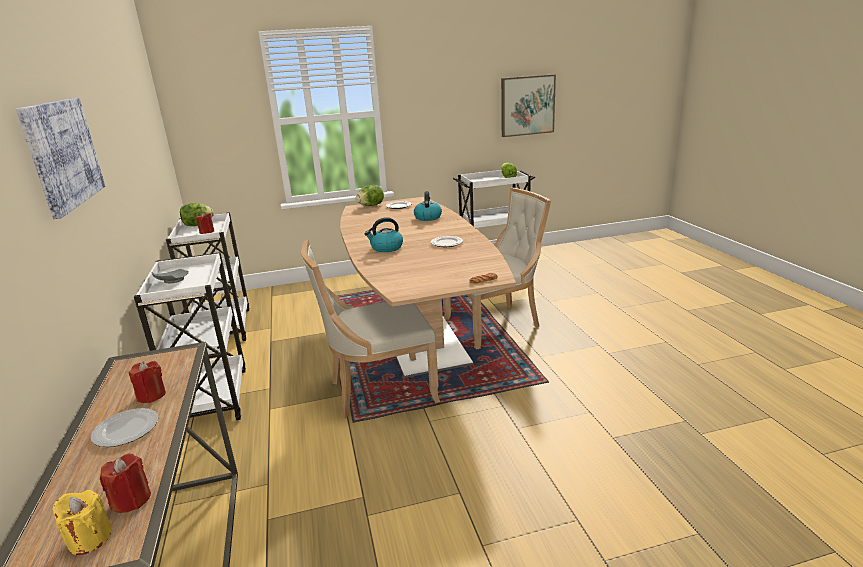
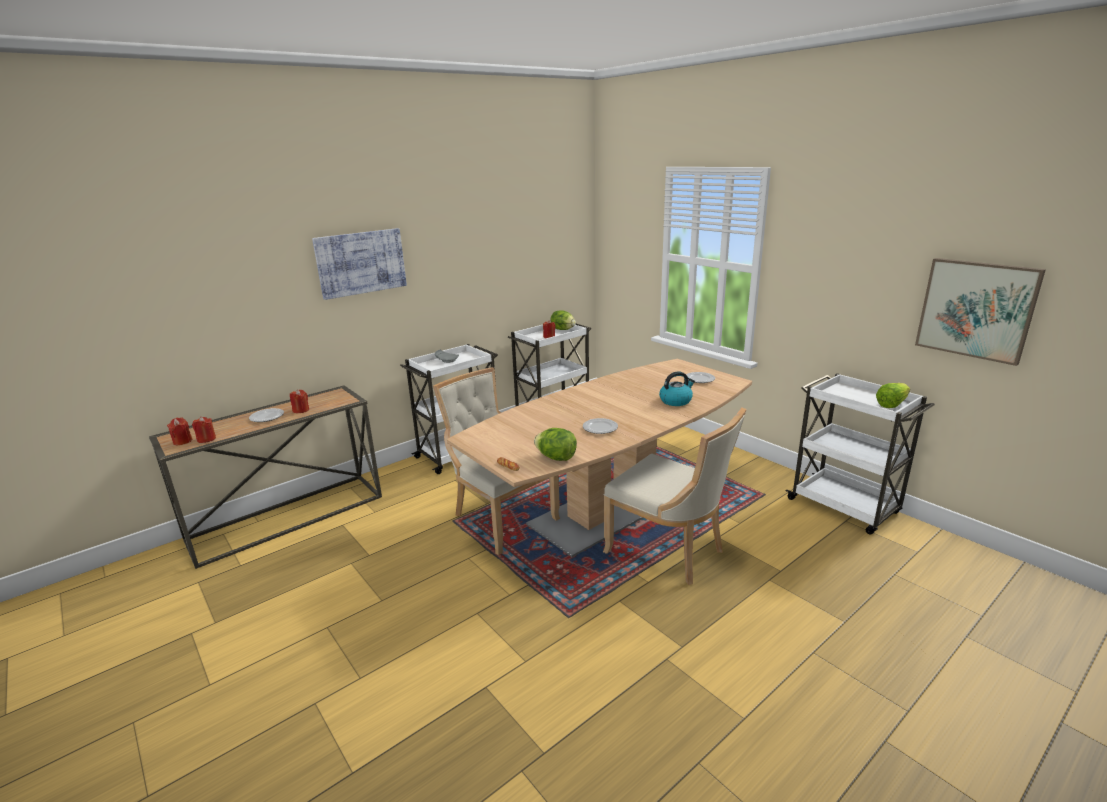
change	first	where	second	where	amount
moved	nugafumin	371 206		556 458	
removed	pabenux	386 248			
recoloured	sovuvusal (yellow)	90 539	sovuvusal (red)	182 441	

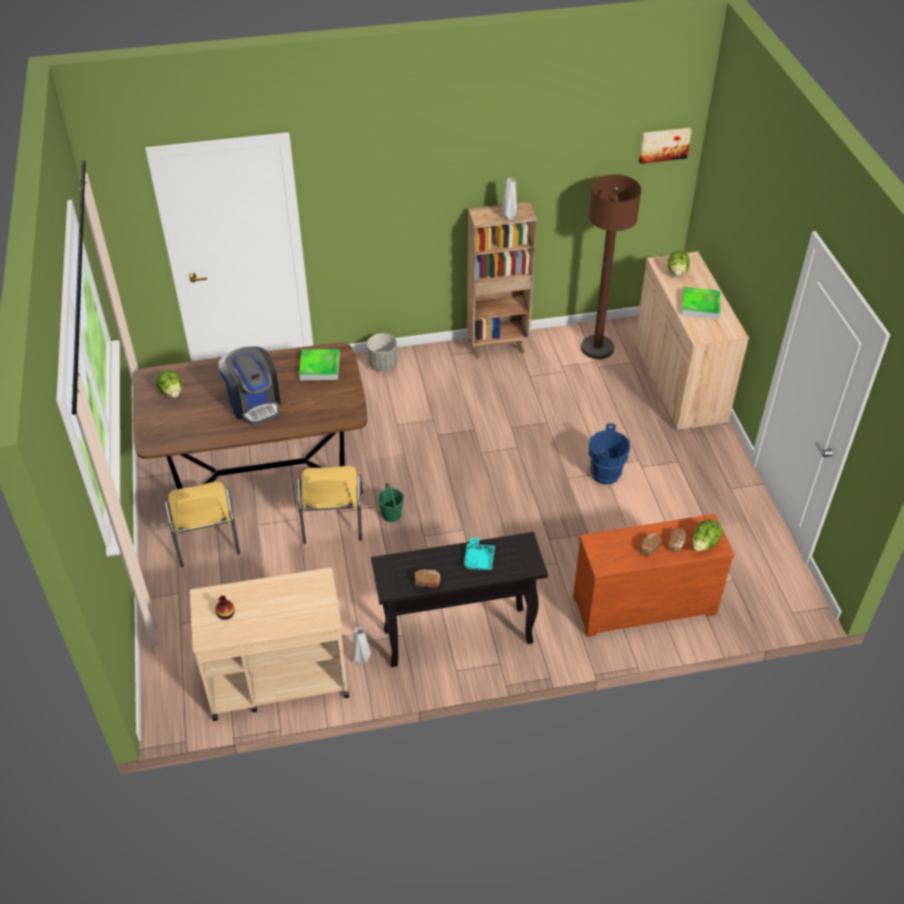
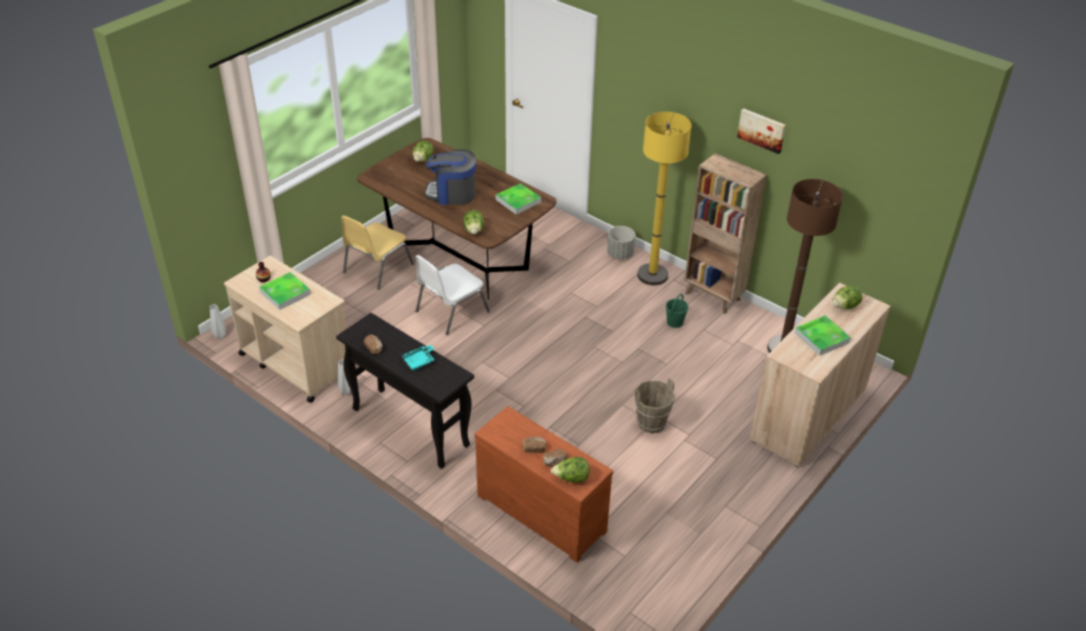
change	first	where	second	where	amount
moved	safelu	664 144		762 130	
moved	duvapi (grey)	508 217		220 335	
turned	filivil	254 403		452 194	75 degrees clockwise
recoloured	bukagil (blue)	605 474	bukagil (brown)	651 423	
recoloured	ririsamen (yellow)	332 519	ririsamen (white)	451 311	
moved	bukagil (green)	391 514		675 322	
added			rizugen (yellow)	652 275	
added			nugafumin	474 230	
added			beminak	285 293	

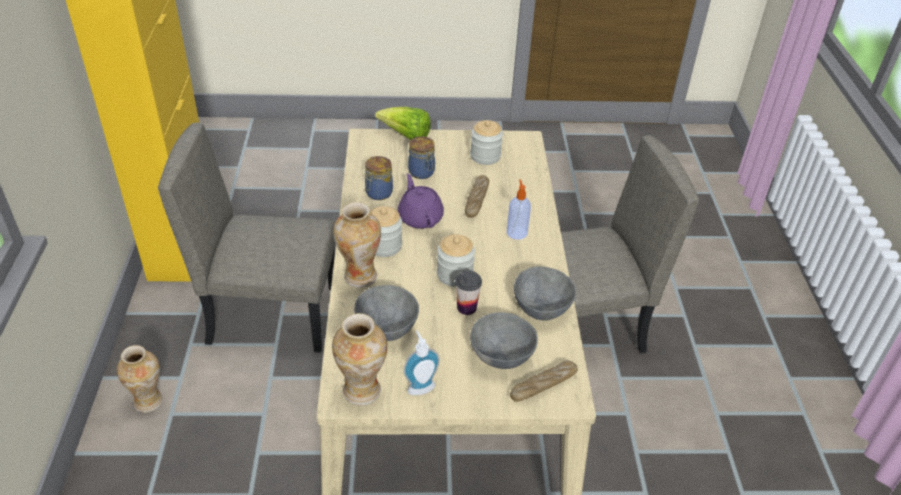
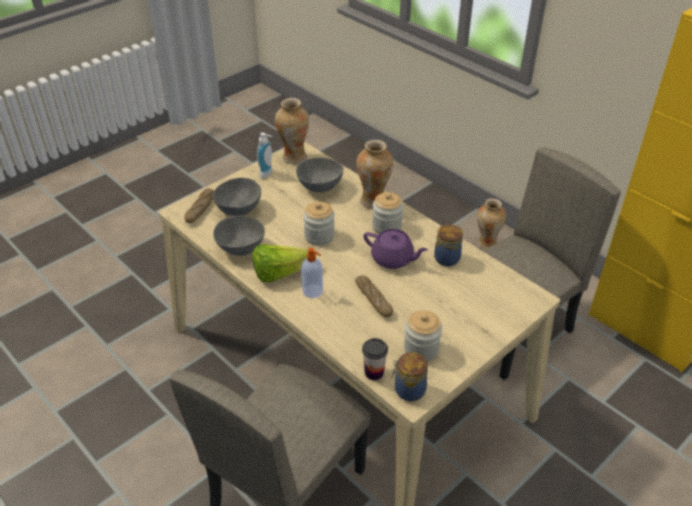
change	first	where	second	where	amount
moved	nugafumin	406 136		279 273	
moved	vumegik	422 173		408 390	
moved	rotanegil	466 307		374 372	

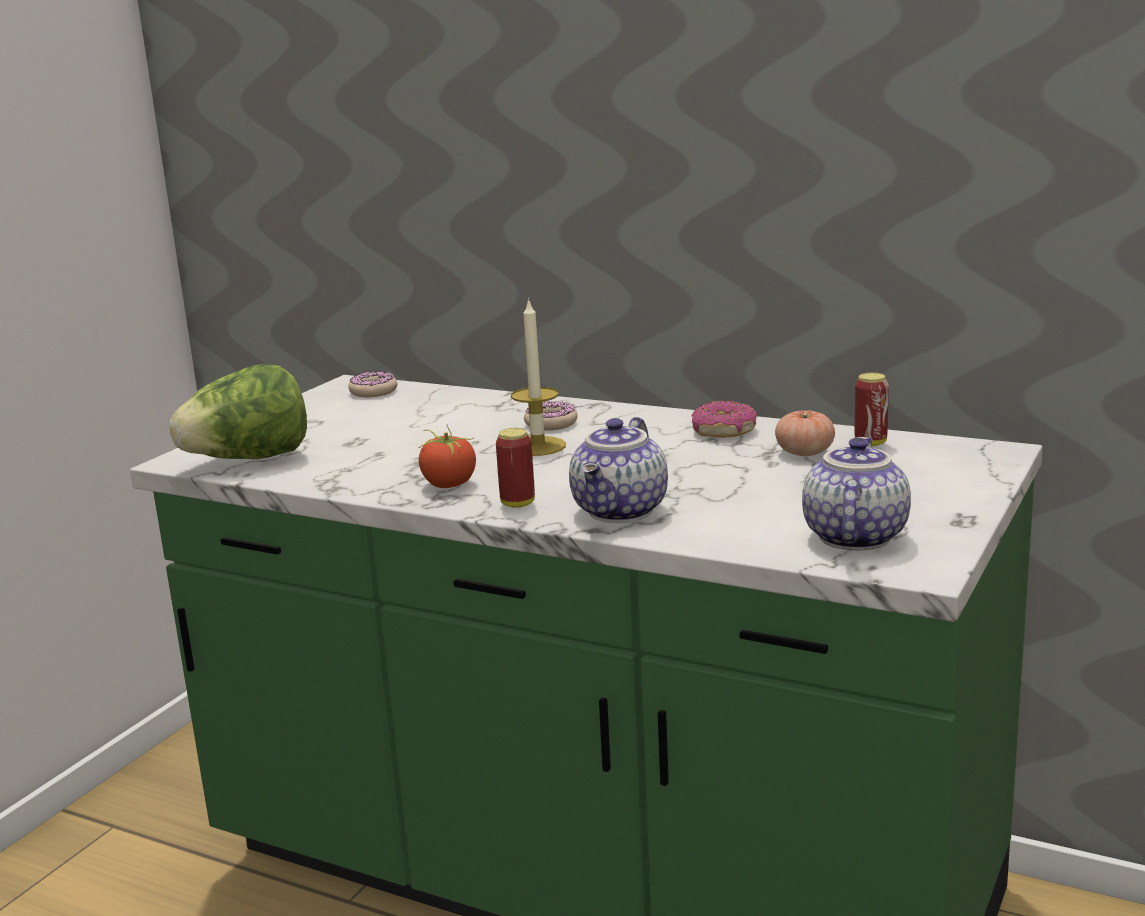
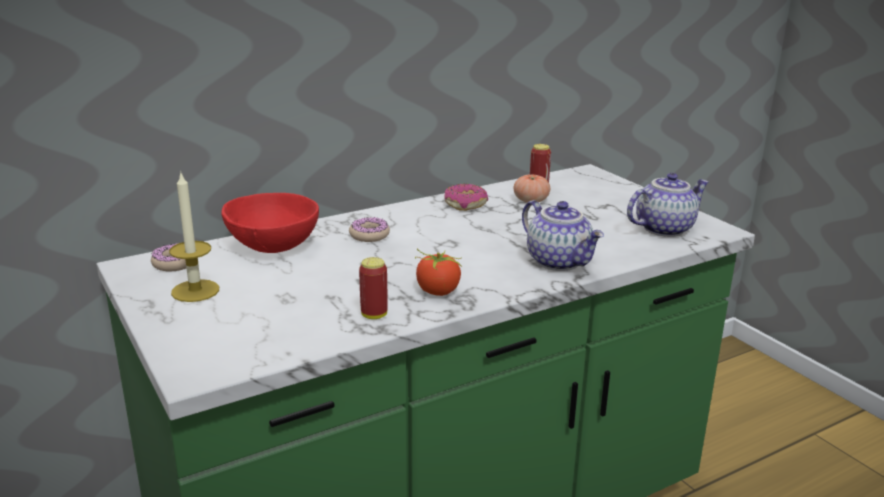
change	first	where	second	where	amount
moved	sovuvusal	538 446		195 291	
removed	nugafumin	249 459			
moved	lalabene	518 503		374 315	
turned	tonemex	852 536		663 228	105 degrees clockwise
added			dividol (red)	274 247	

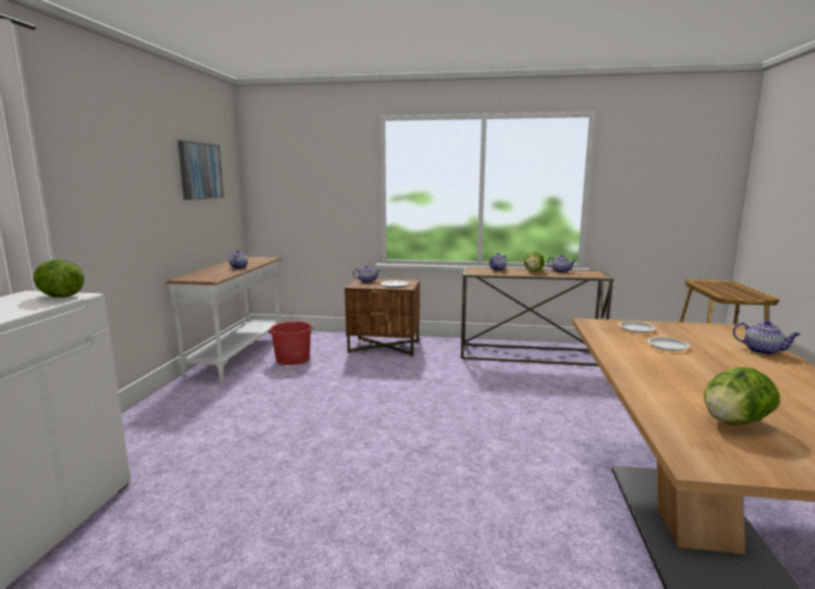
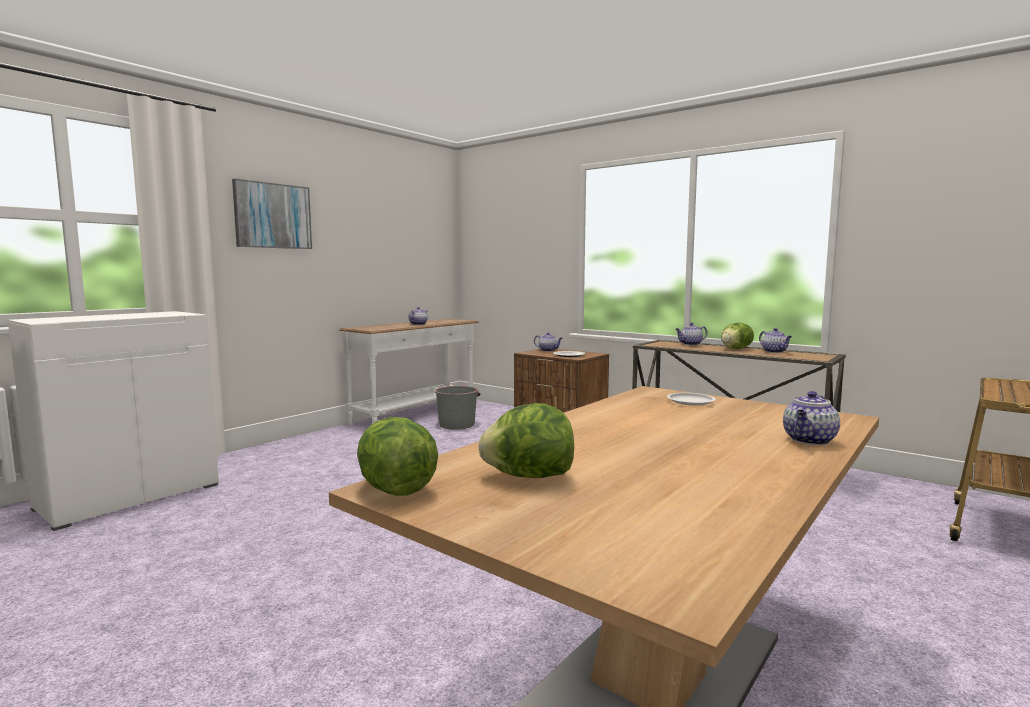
change	first	where	second	where	amount
moved	safelu	200 171		273 216	
moved	nugafumin	60 296		396 489	
turned	tonemex	763 351		809 440	60 degrees clockwise
recoloured	bukagil (red)	292 359	bukagil (grey)	457 425	
removed	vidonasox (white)	668 346			

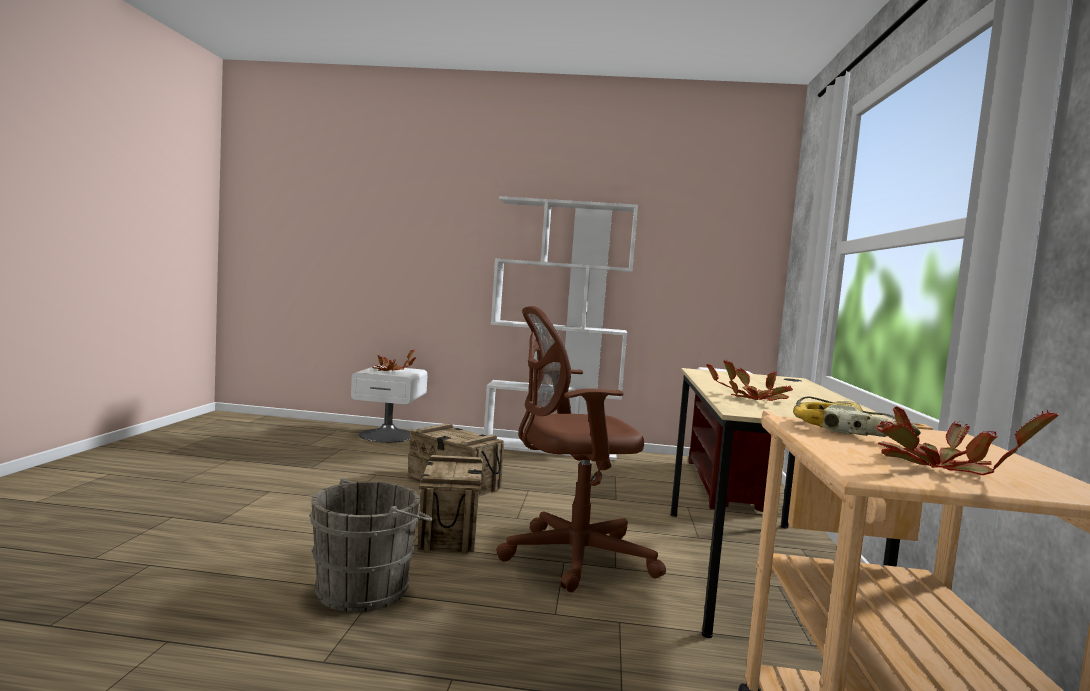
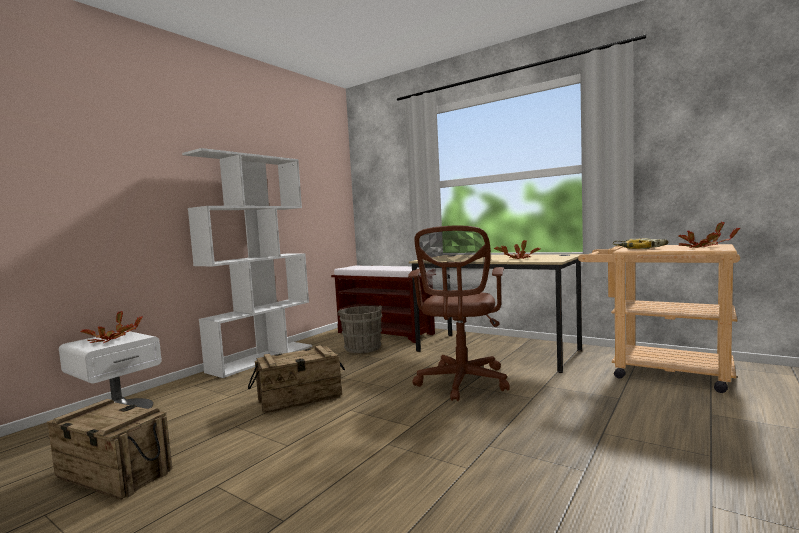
change	first	where	second	where	amount
moved	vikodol	449 529		112 474	
moved	bukagil (grey)	368 589		362 347	

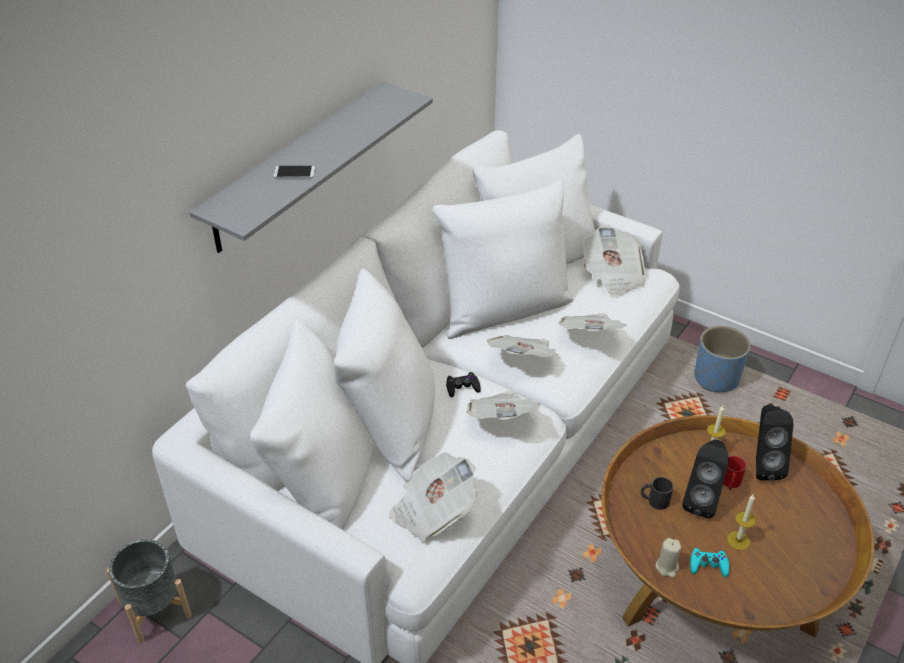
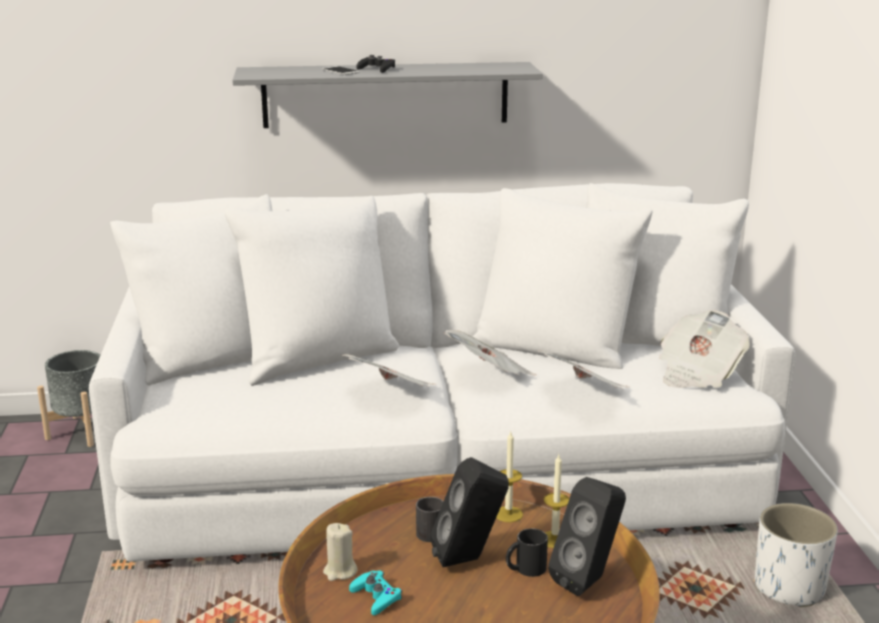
change	first	where	second	where	amount
recoloured	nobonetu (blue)	716 378	nobonetu (white)	788 588	
moved	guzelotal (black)	462 387		377 69	
removed	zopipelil	432 510			
recoloured	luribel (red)	730 483	luribel (black)	525 569	
moved	sovuvusal	738 540		508 514	

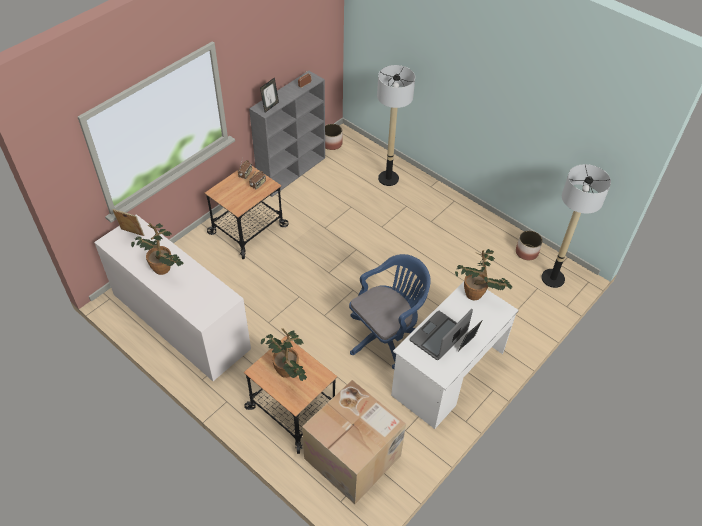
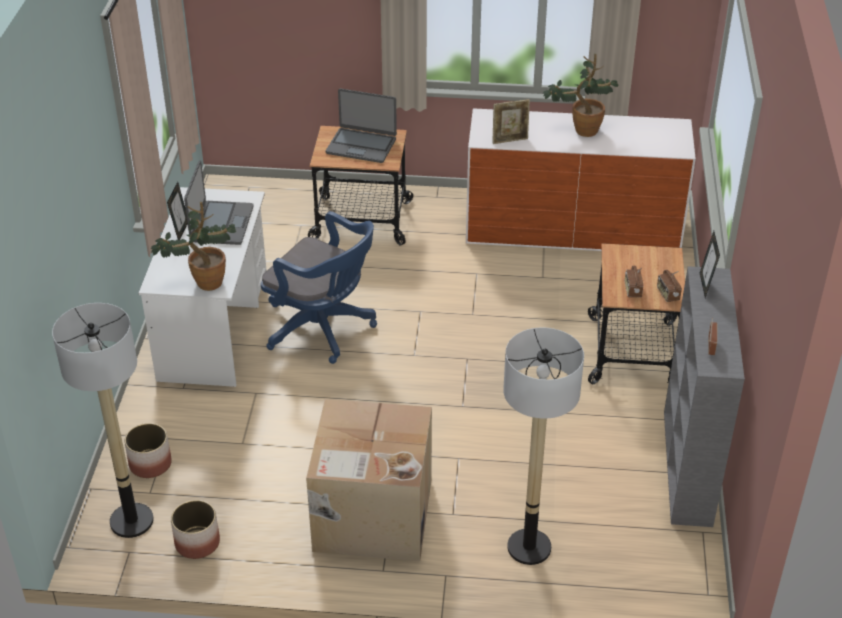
change	first	where	second	where	amount
moved	nobonetu	332 144		150 463	
moved	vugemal	132 233		510 140	
turned	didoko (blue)	386 335		323 329	75 degrees counterclockwise
replaced	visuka	287 374	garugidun	361 146	
moved	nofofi	354 457		371 516	

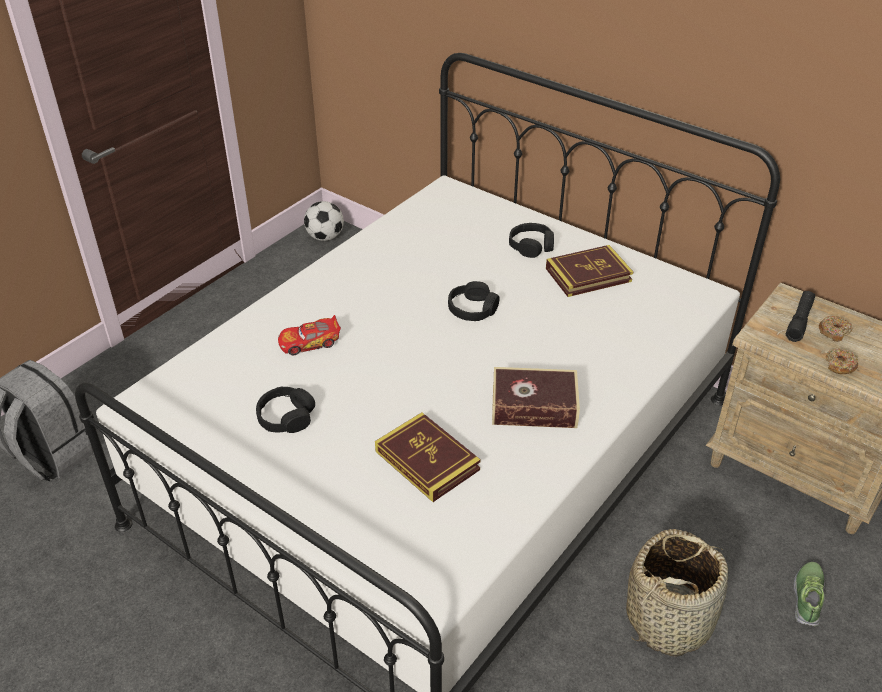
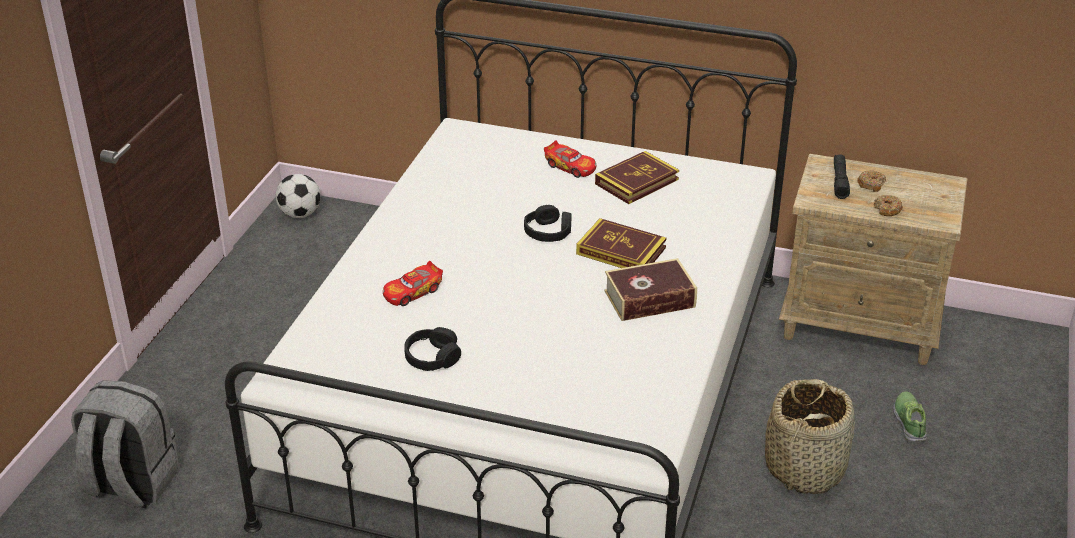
change	first	where	second	where	amount
replaced	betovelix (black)	531 246	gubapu	570 167	
moved	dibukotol	427 460		621 251	

